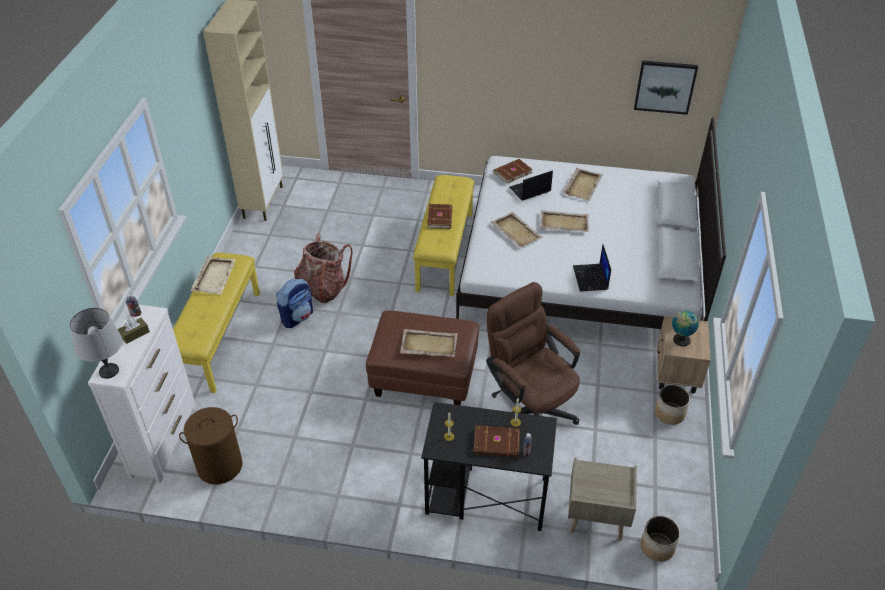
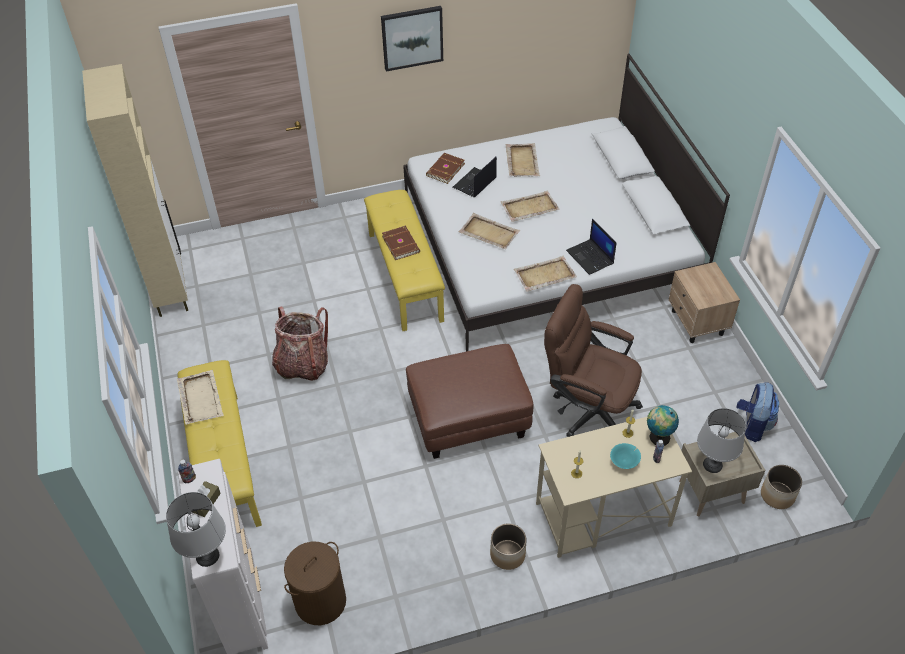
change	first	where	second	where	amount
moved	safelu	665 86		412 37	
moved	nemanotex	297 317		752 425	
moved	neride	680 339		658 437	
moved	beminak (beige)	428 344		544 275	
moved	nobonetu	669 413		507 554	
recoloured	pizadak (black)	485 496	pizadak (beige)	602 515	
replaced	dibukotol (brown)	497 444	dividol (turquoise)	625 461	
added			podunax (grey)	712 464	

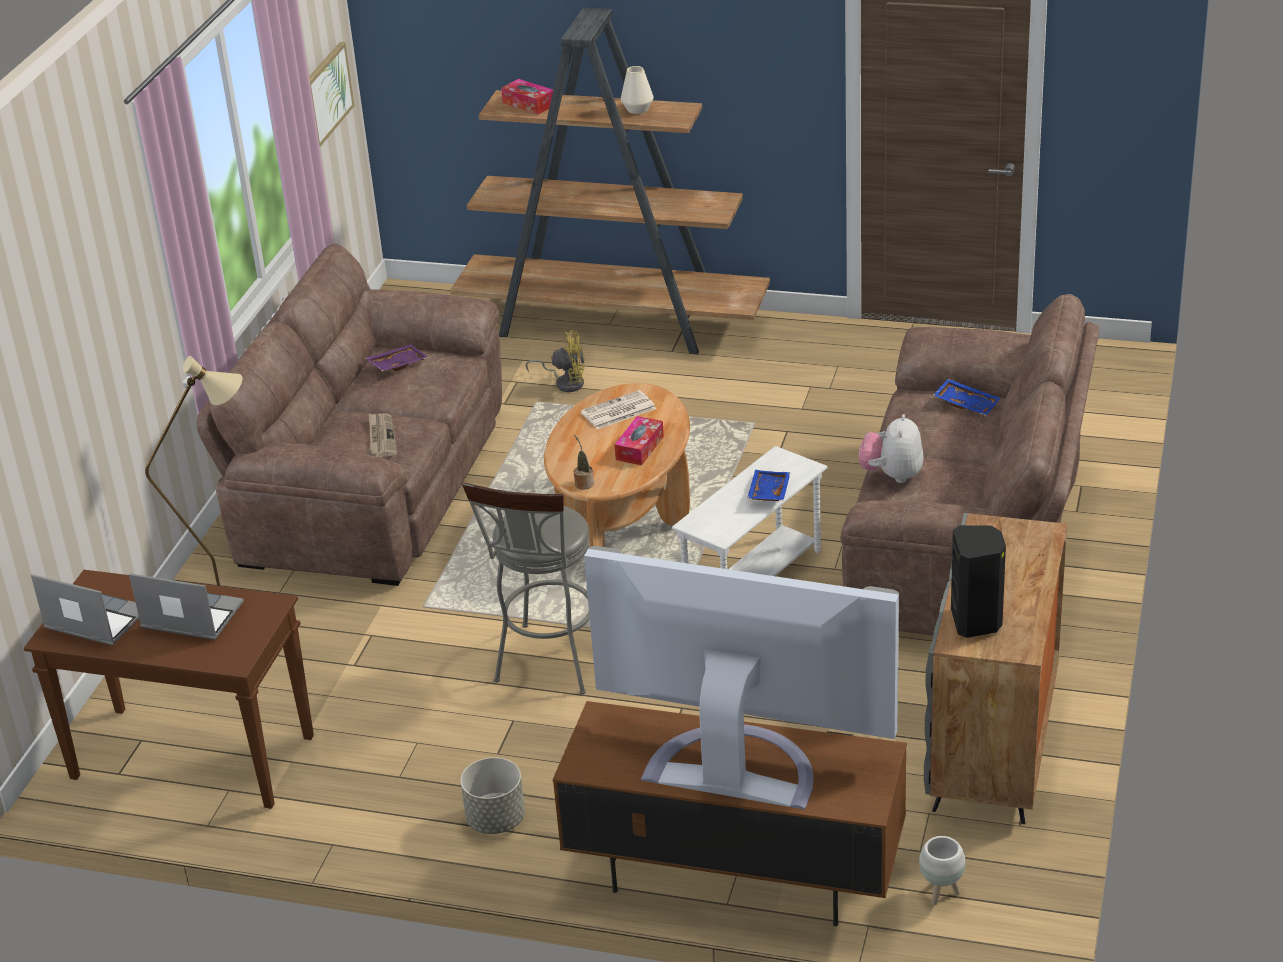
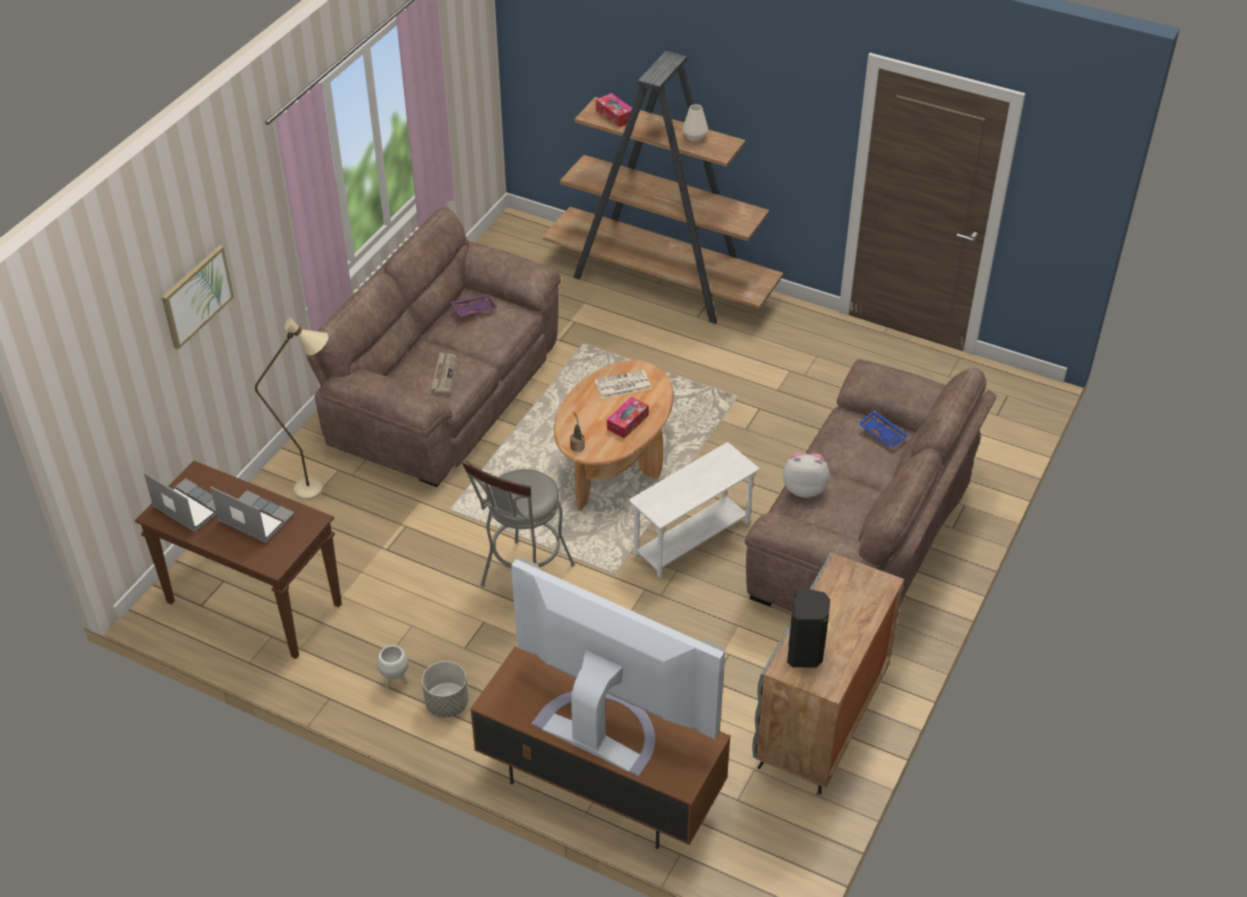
change	first	where	second	where	amount
moved	safelu	326 94		196 296	
removed	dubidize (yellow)	566 382			
turned	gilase	892 475		804 488	75 degrees clockwise
removed	beminak (blue)	767 492			
moved	nobonetu (white)	941 894		395 681	

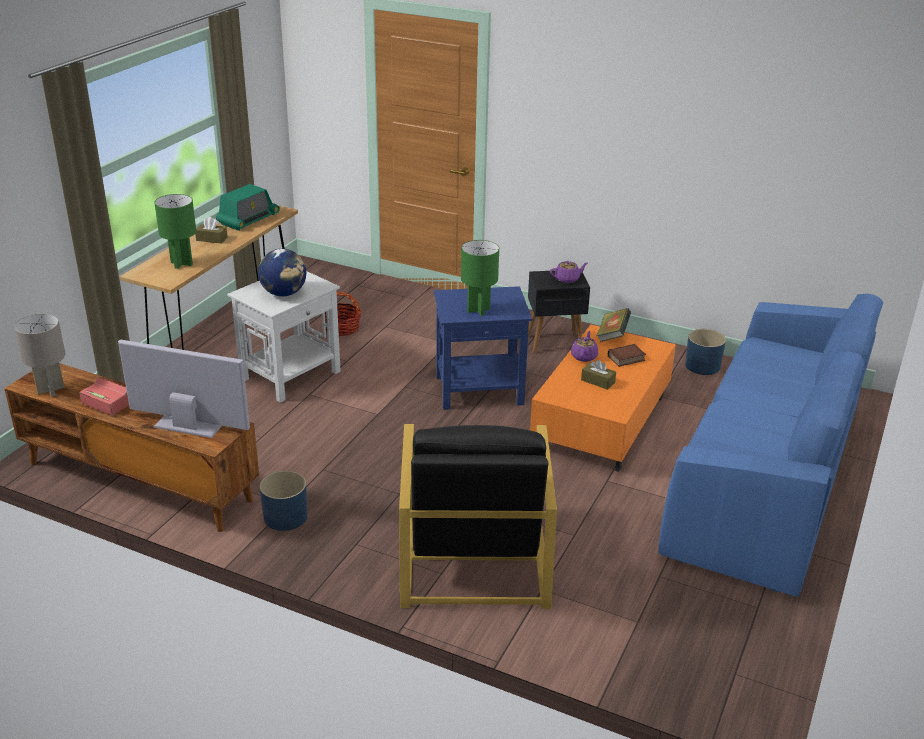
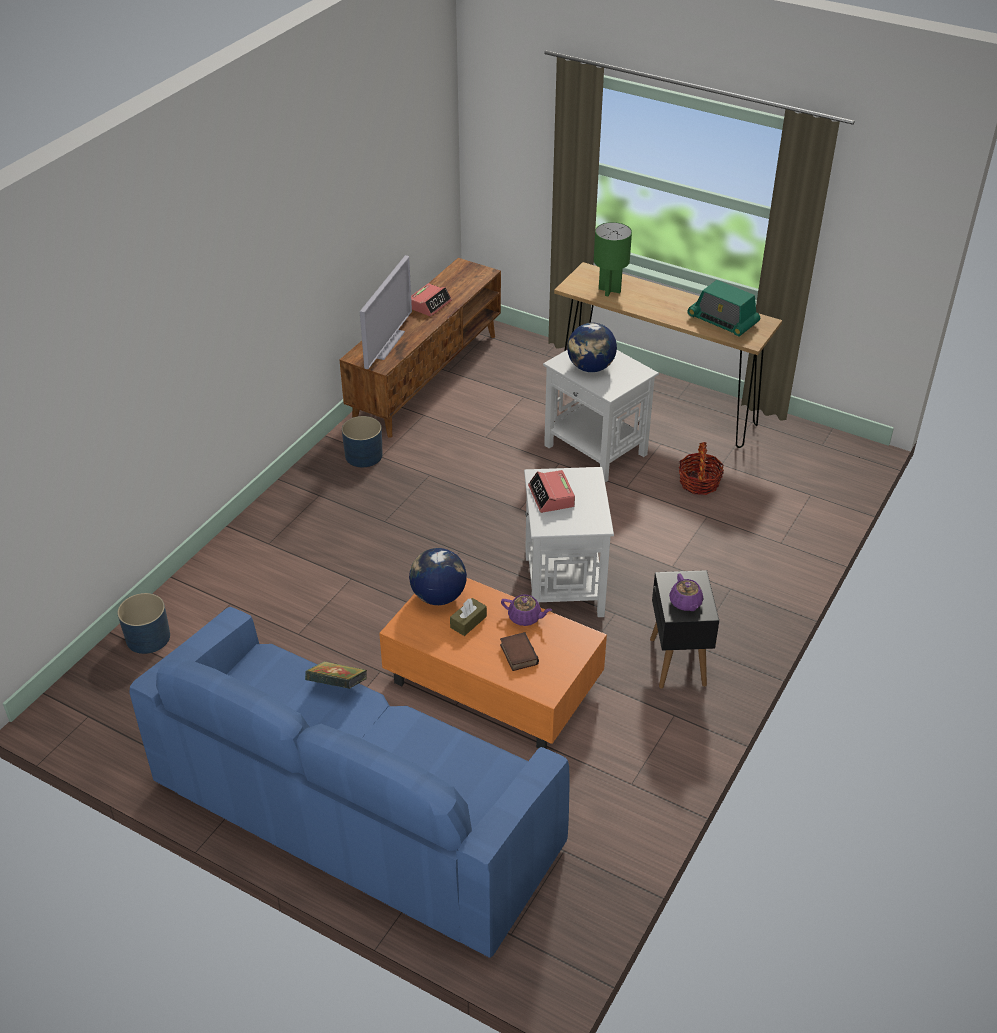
change	first	where	second	where	amount
removed	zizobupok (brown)	211 239			
replaced	podunax (green)	478 310	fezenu	551 497	
recoloured	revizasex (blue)	480 390	revizasex (white)	563 586	
moved	dibukotol	612 336		337 686	
removed	podunax (grey)	51 389			
moved	nobonetu (blue)	702 366		148 638	
removed	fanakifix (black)	474 554			
added			neride	438 596	

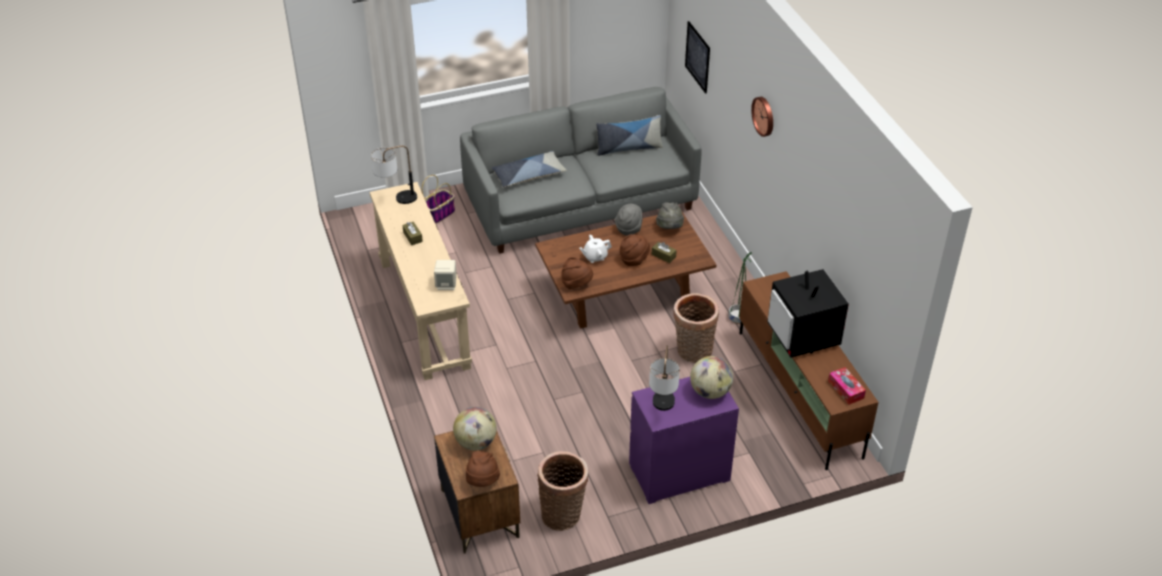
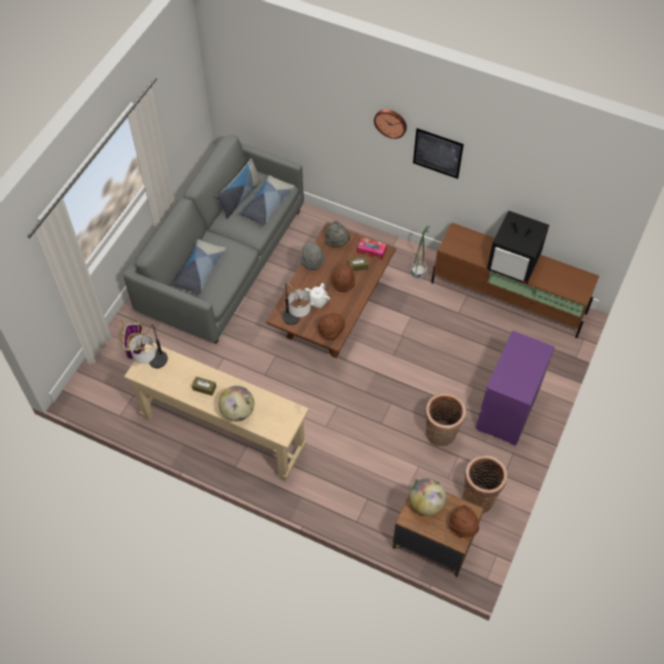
change	first	where	second	where	amount
moved	safelu	697 57		437 153	
removed	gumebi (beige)	446 284			
moved	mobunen	693 352		440 435	
moved	podunax	662 410		296 323	
moved	neride	710 392		238 411	
moved	zizobupok	846 389		371 251	
added			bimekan	266 204	

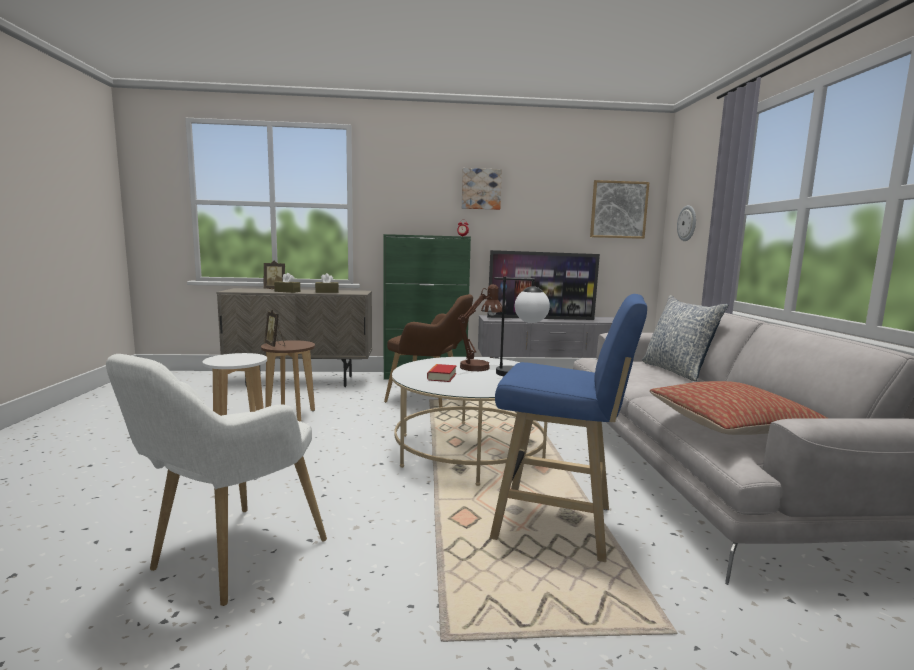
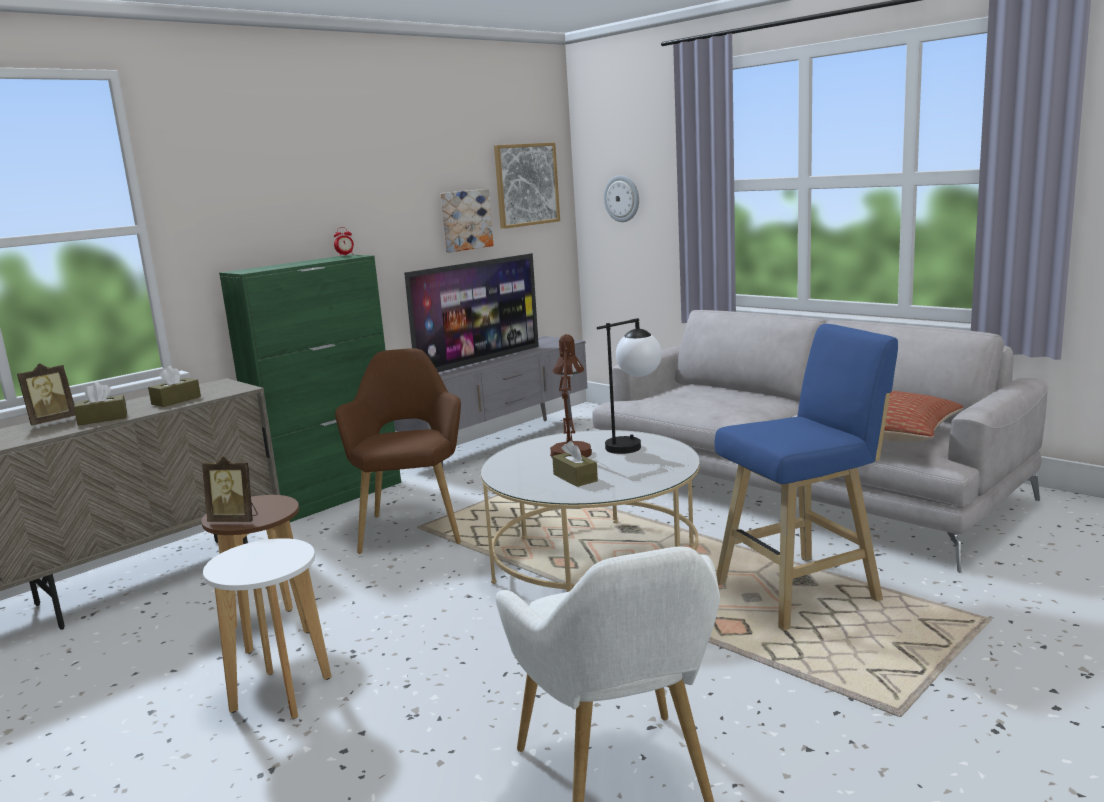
change	first	where	second	where	amount
moved	safelu	481 189		465 220	
turned	fanakifix (brown)	429 399		413 526	75 degrees counterclockwise
removed	bimekan	677 371			
replaced	dibukotol	442 377	zizobupok (brown)	575 478	

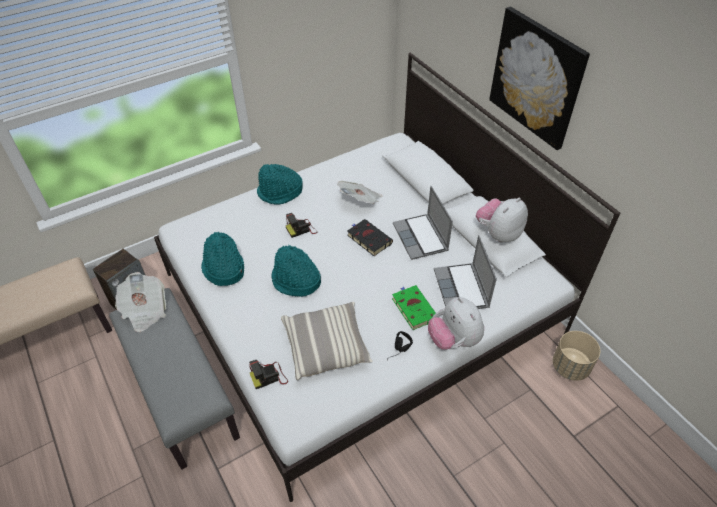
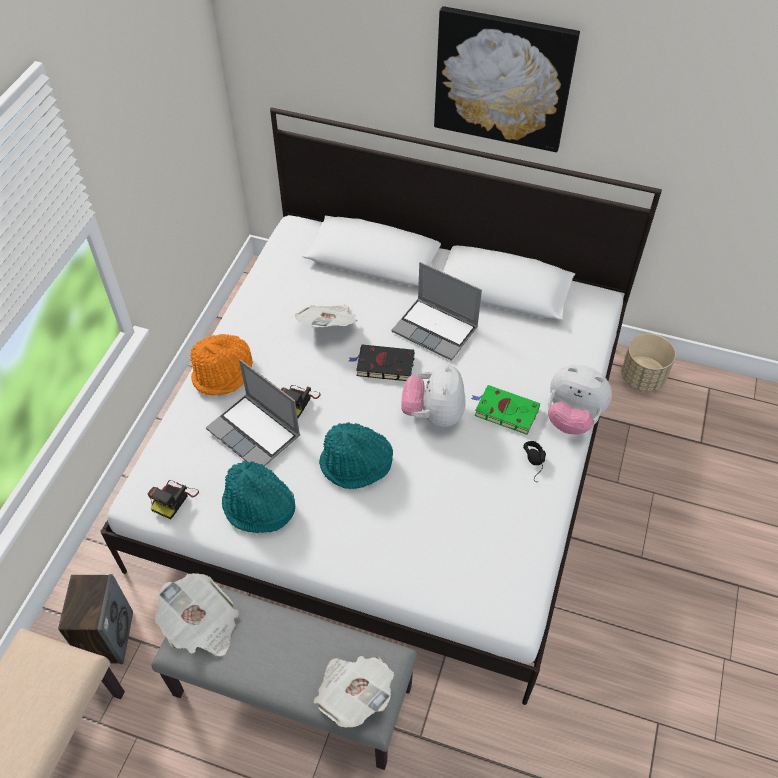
change	first	where	second	where	amount
recoloured	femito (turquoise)	280 193	femito (orange)	223 373	
moved	gilase	498 233		433 414	
moved	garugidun	462 289		255 433	
removed	bimekan	326 346			
moved	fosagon	269 377		174 499	
added			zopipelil	353 694	

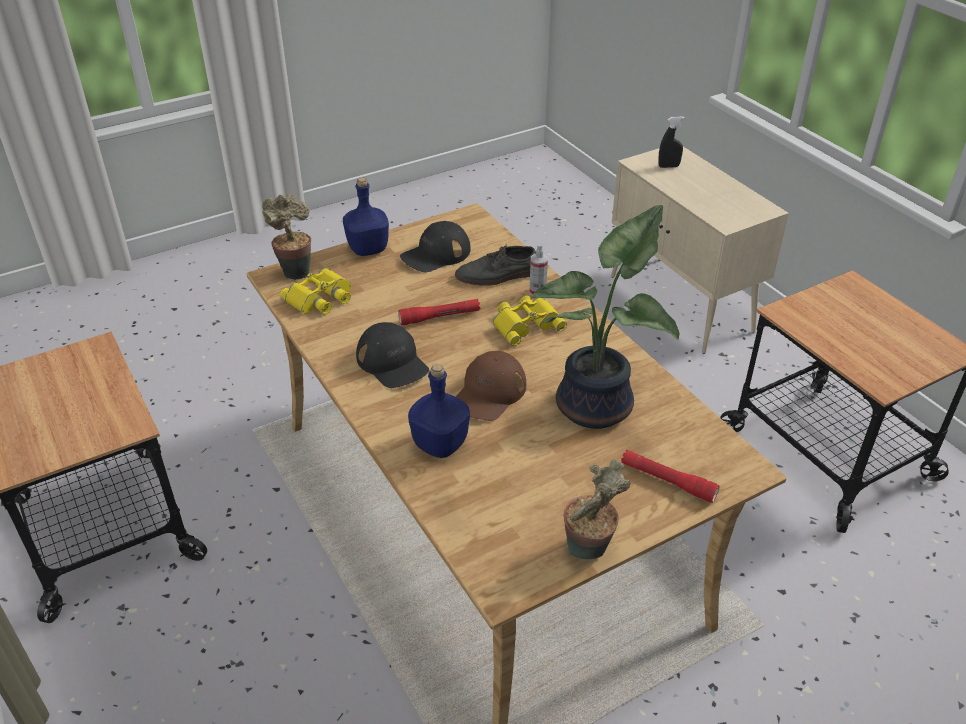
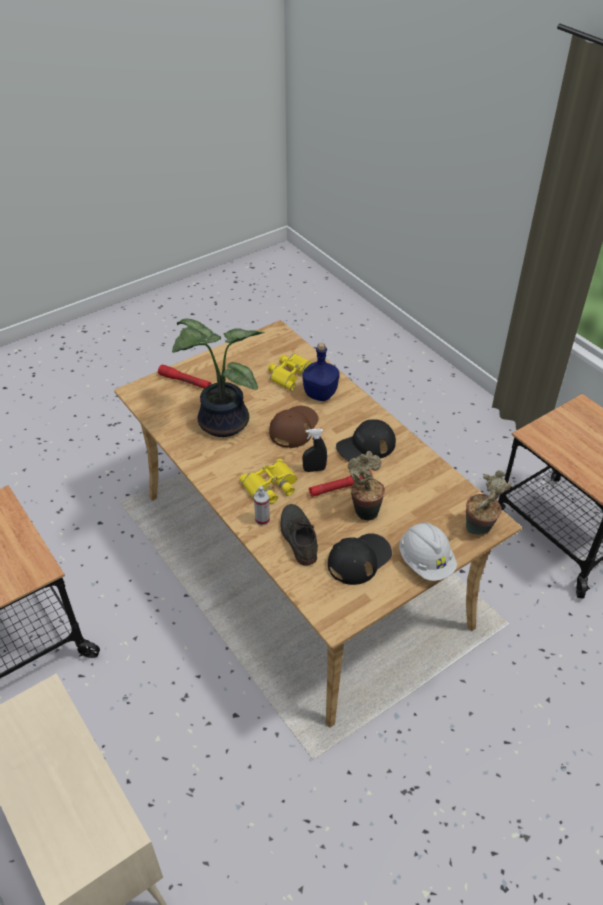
change	first	where	second	where	amount
moved	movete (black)	668 166		314 469	
replaced	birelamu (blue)	367 249	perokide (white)	426 562	
turned	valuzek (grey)	498 275		298 536	90 degrees counterclockwise
moved	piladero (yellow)	321 298		290 373	
turned	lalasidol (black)	392 362		366 446	75 degrees counterclockwise
moved	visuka	589 551		364 510	

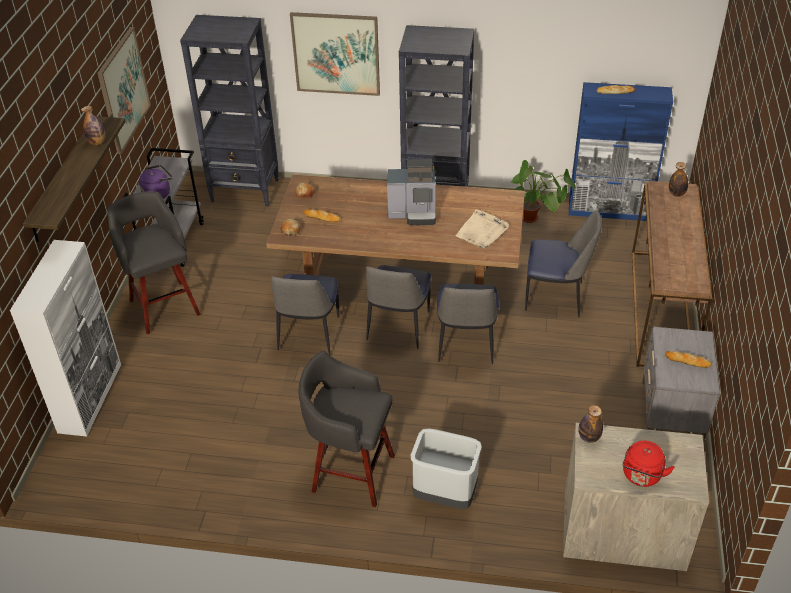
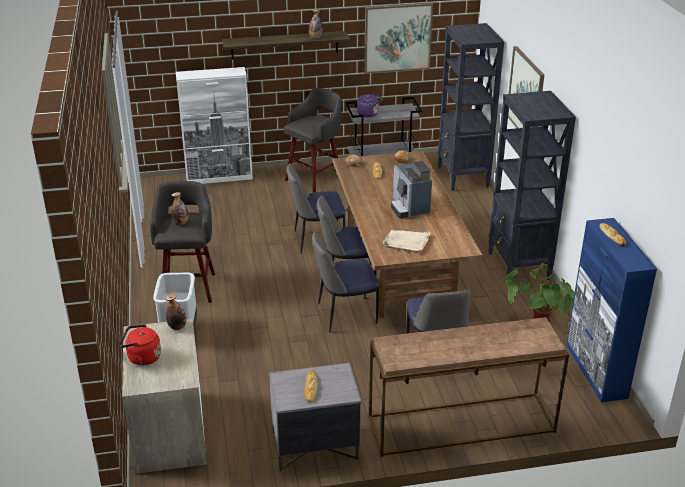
change	first	where	second	where	amount
moved	birelamu	676 193		181 222	

